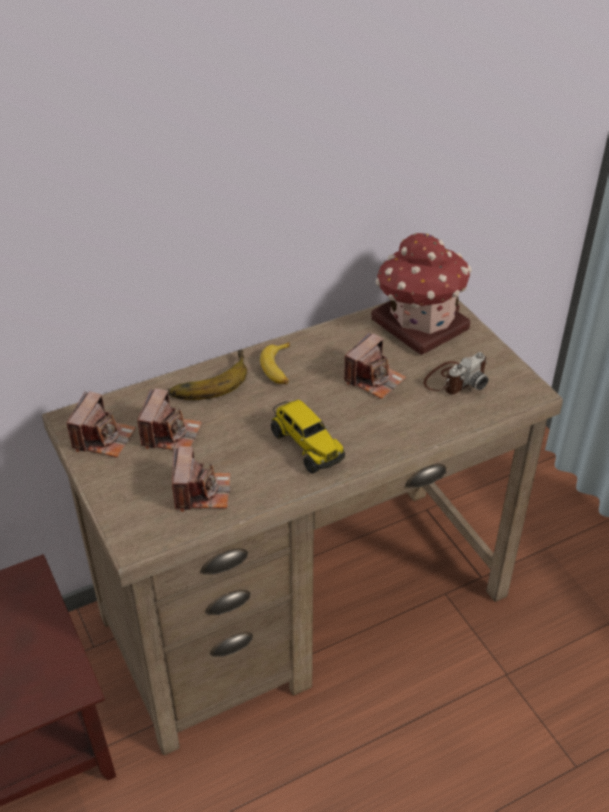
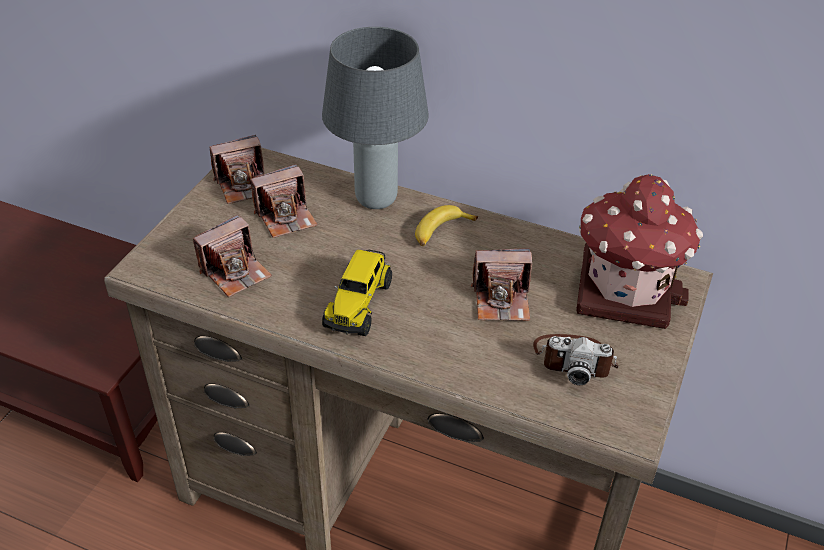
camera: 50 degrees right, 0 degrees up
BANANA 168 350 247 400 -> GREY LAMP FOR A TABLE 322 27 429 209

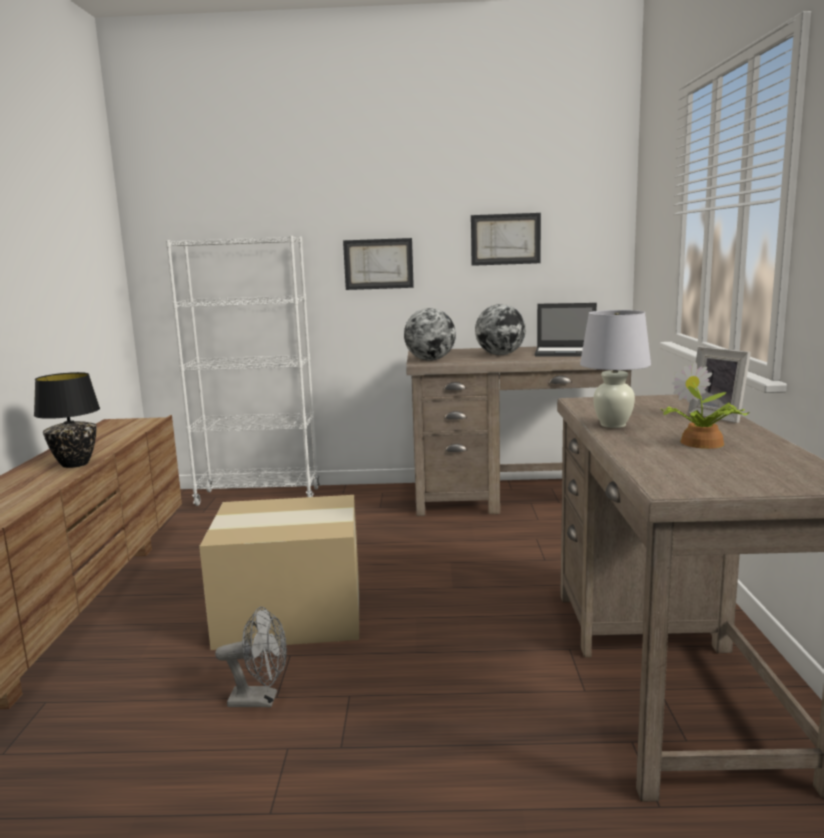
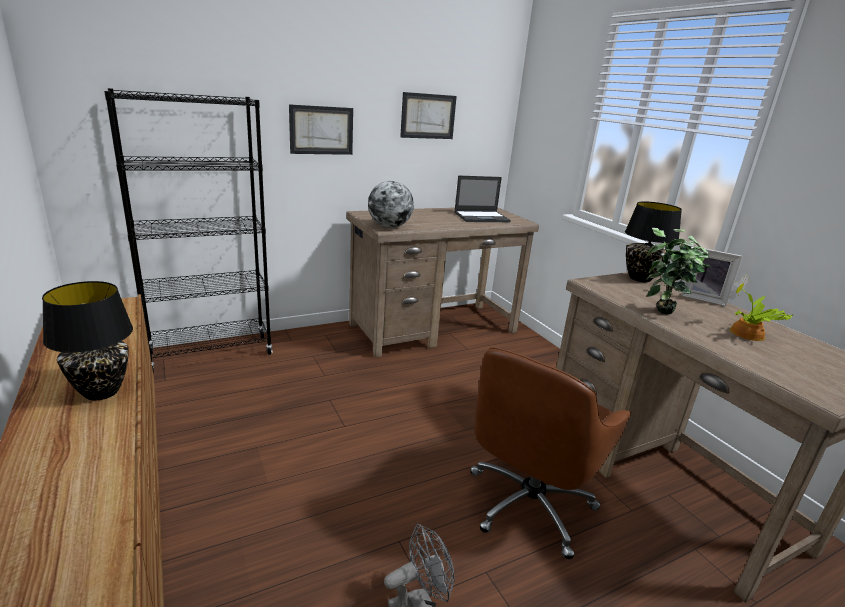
camera: 30 degrees left, 10 degrees up
PACKING BOX 199 495 359 650 -> none
DESK GLOBE 475 304 526 355 -> none
none -> BROWNISH DESK CHAIR 471 347 632 559
none -> BLACKISH LAMP FOR A TABLE 625 201 682 282
WHITE LAMP FOR A TABLE 580 310 651 428 -> PLANT IN A POT 646 228 711 315
WHITE BOOKSHELF 166 236 320 506 -> BLACKISH BOOKSHELF 104 88 273 373

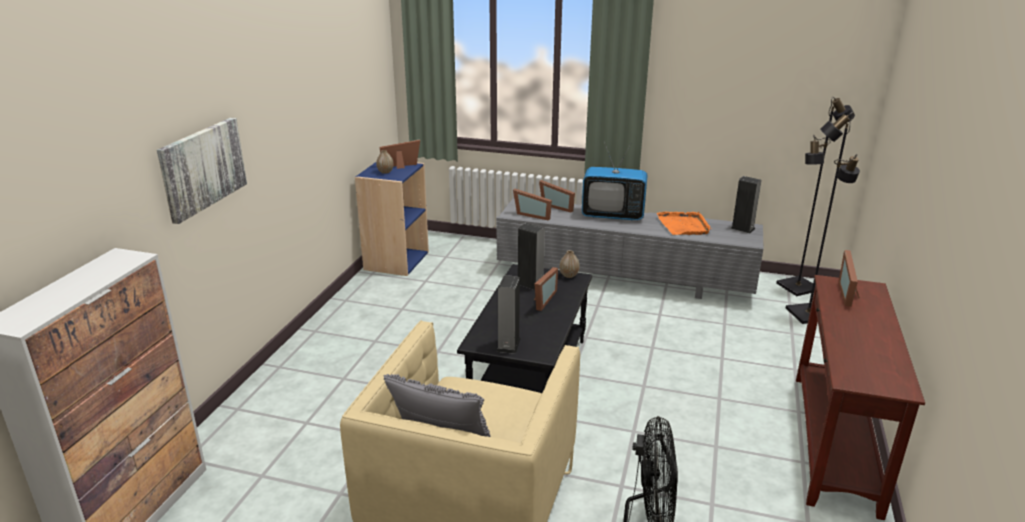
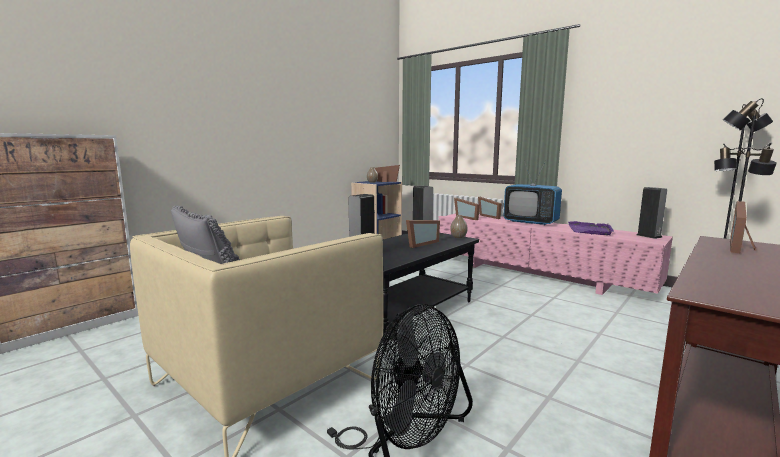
camera: 25 degrees right, 15 degrees down
WALL ART 157 117 247 224 -> none
GREY TV STAND 496 197 763 299 -> PINKISH TV STAND 438 213 673 295
ORANGE SERVING TRAY 657 212 712 235 -> PURPLISH SERVING TRAY 568 221 614 235

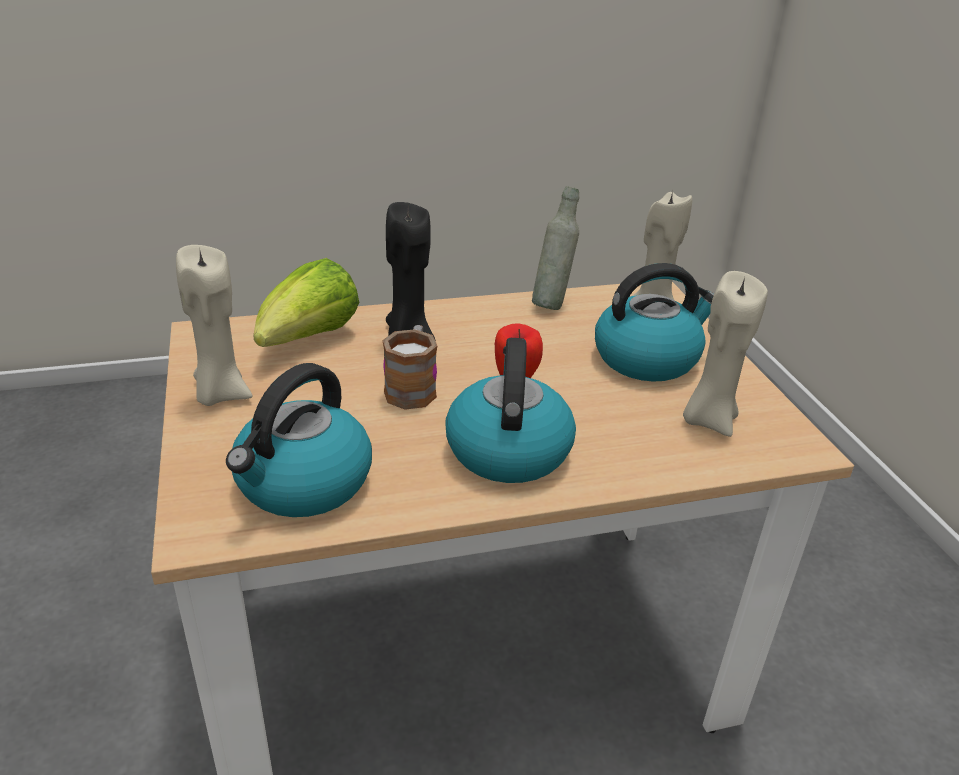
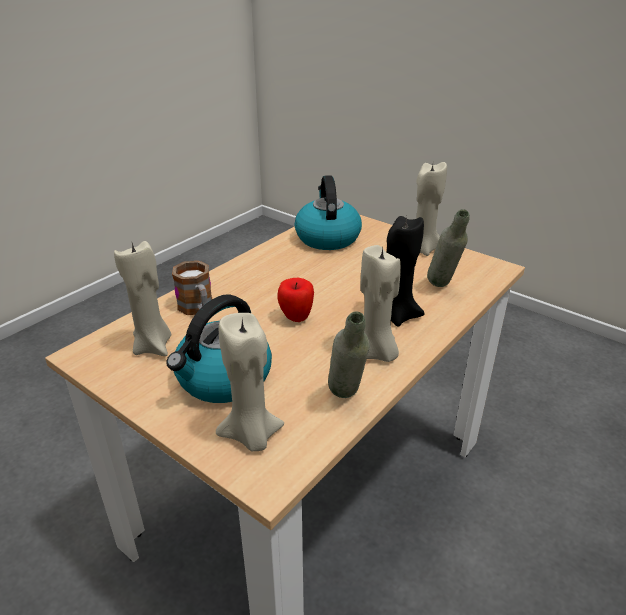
camera: 145 degrees right, 0 degrees up
WATER KETTLE 445 338 576 483 -> none
none -> BEIGE WAX CANDLE 360 245 401 362
TEA MUG 383 325 437 410 -> TEA MUG 172 261 212 315, relocated
HEAD OF LETTUCE 253 258 360 347 -> GREY DRINK BOTTLE 427 209 470 287

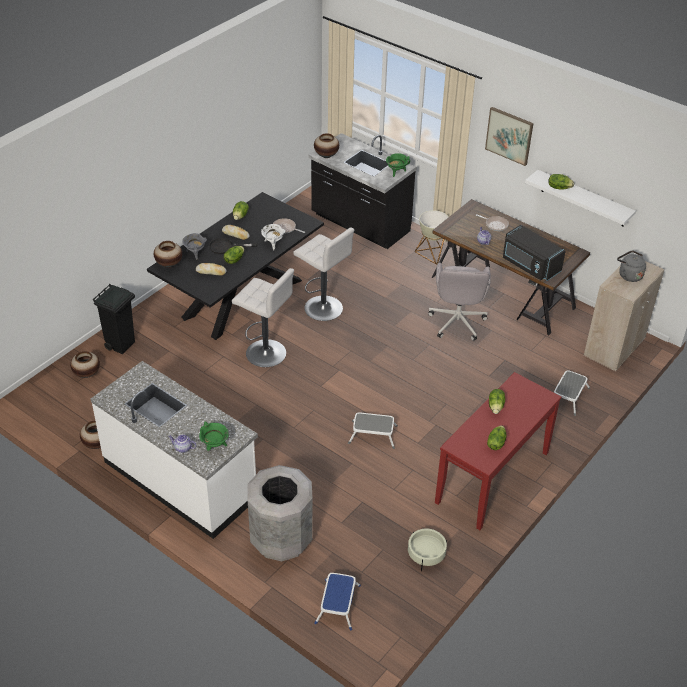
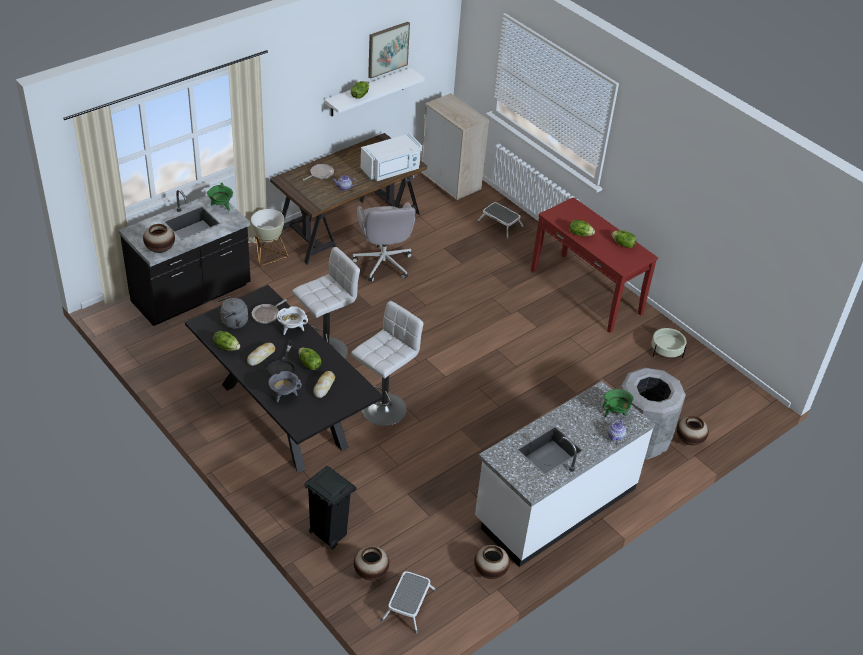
camera: 80 degrees left, 0 degrees up
BLUE STEP STOOL 315 573 361 630 -> none
VASE 154 241 182 268 -> VASE 677 416 709 445, relocated
GREY STEP STOOL 348 412 398 449 -> GREY STEP STOOL 380 571 436 634, relocated
WALL ART 485 107 533 166 -> WALL ART 368 22 410 79, relocated
GREY WATER KETTLE 617 250 646 282 -> GREY WATER KETTLE 216 296 248 329, relocated
BLACKISH KITCHEN MICROWAVE 503 224 566 281 -> WHITE KITCHEN MICROWAVE 361 133 421 181
GREY DESK CHAIR 428 262 491 341 -> GREY DESK CHAIR 353 202 416 282, 60 degrees clockwise

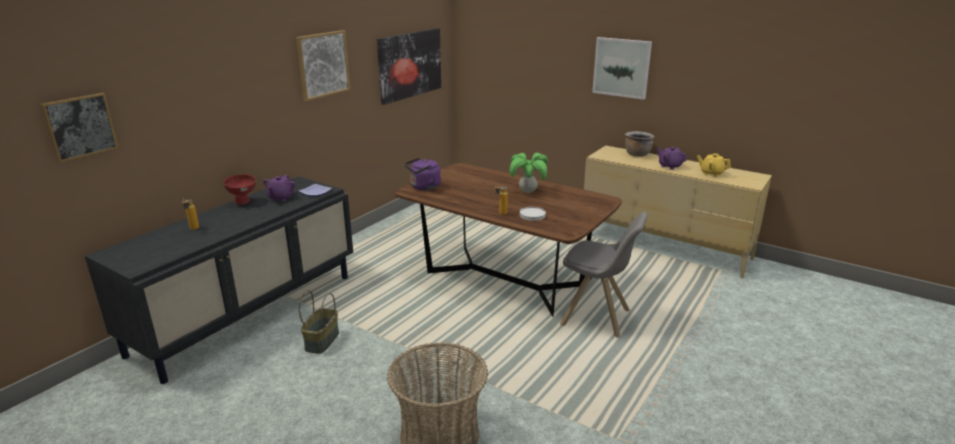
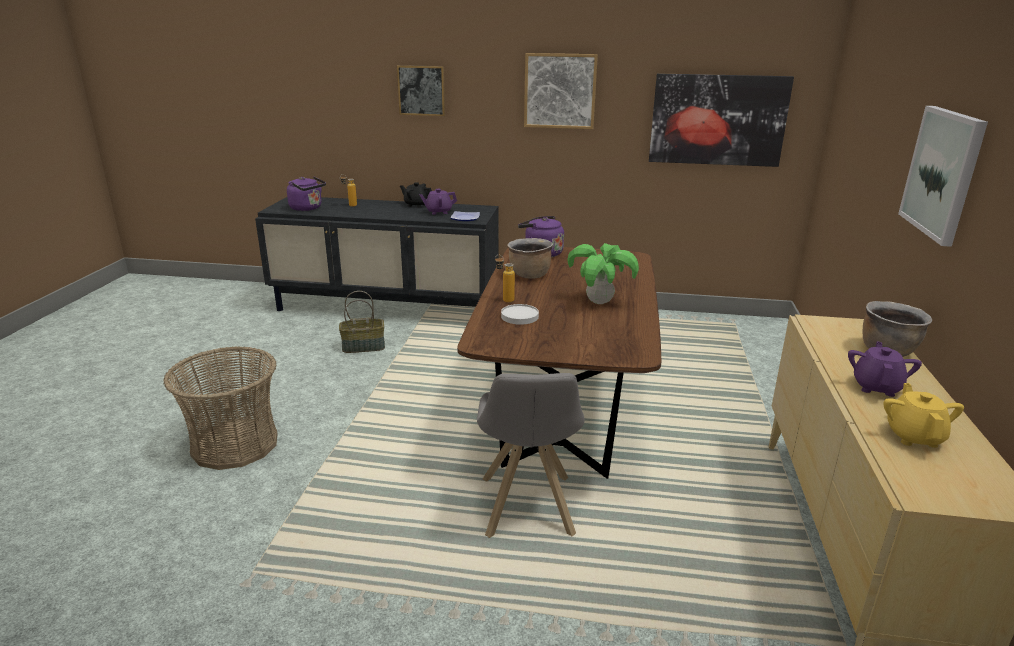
camera: 65 degrees right, 0 degrees up
none -> PURPLISH WATER KETTLE 287 176 326 211
none -> BROWNISH STOCKPOT 507 238 553 279
WALL ART 41 93 119 163 -> WALL ART 397 65 445 116, relocated
RED-COLOURED BOWL 223 173 256 205 -> BLACKISH TEA POT 400 182 432 208

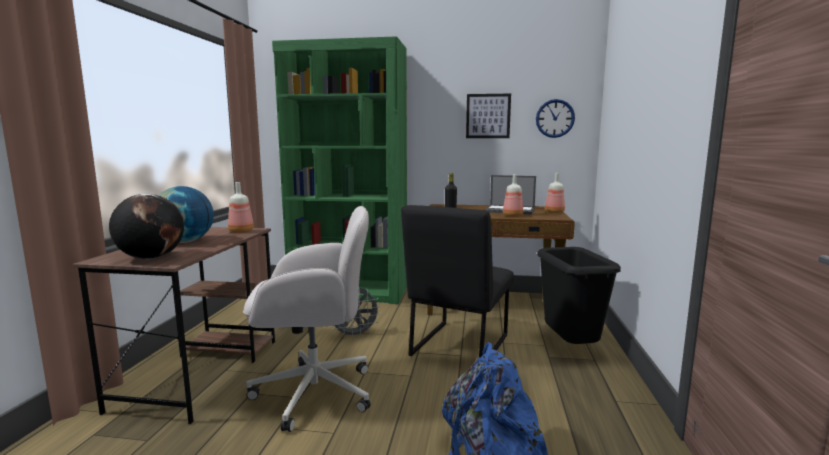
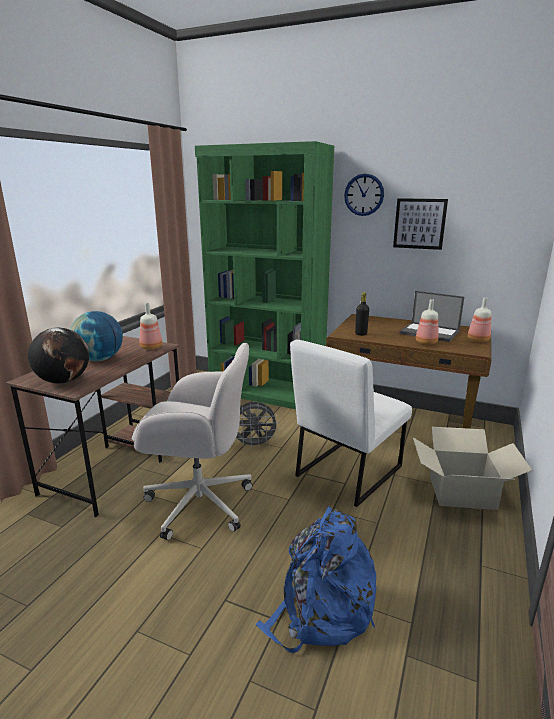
camera: 15 degrees right, 10 degrees up
CLOCK ON THE WALL 536 99 575 138 -> CLOCK ON THE WALL 344 174 384 216, relocated
BLACKISH WASTE BIN 537 247 621 344 -> PACKING BOX 413 427 533 510
BLACKISH CHAIR 401 205 514 358 -> WHITE CHAIR 290 340 412 507

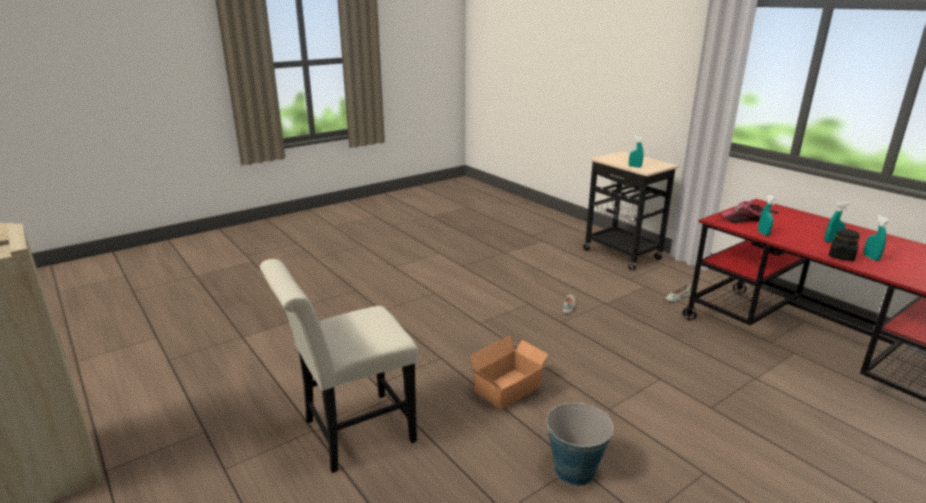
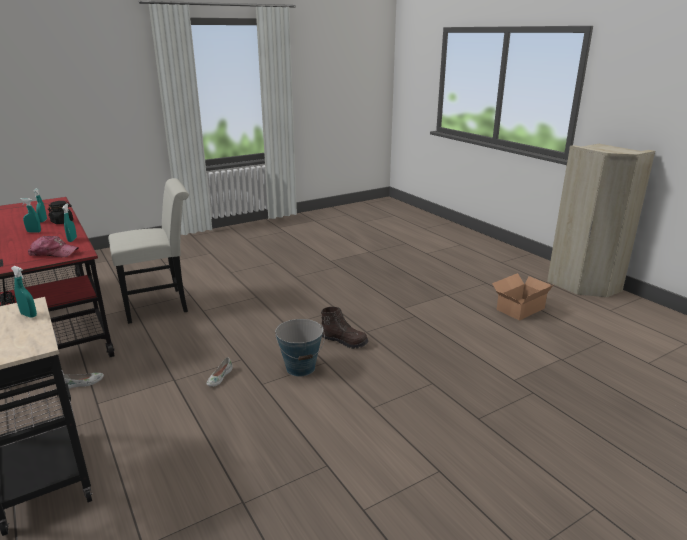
camera: 175 degrees left, 0 degrees up
none -> BROWNISH HIGH-TOP BOOT 321 307 368 349
WHITE CHAIR 260 259 418 473 -> WHITE CHAIR 108 178 189 324, relocated
PACKING BOX 470 335 552 410 -> PACKING BOX 492 273 553 321, relocated
WATER BUCKET 543 402 613 486 -> WATER BUCKET 275 319 325 376, relocated

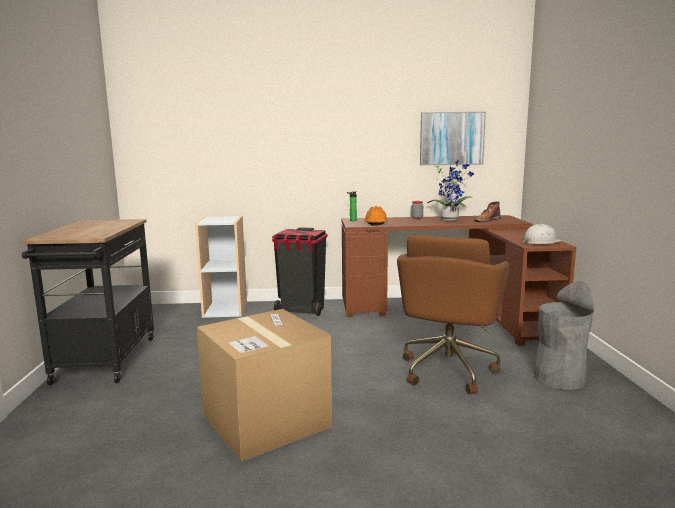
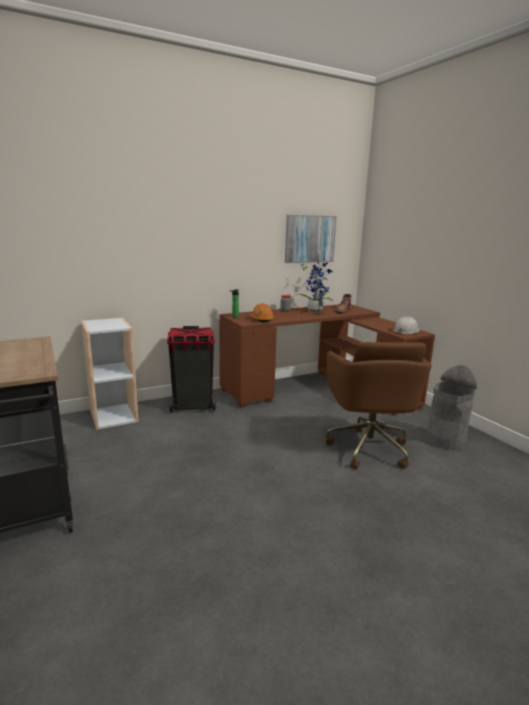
camera: 25 degrees left, 5 degrees up
PACKING BOX 197 309 332 461 -> none

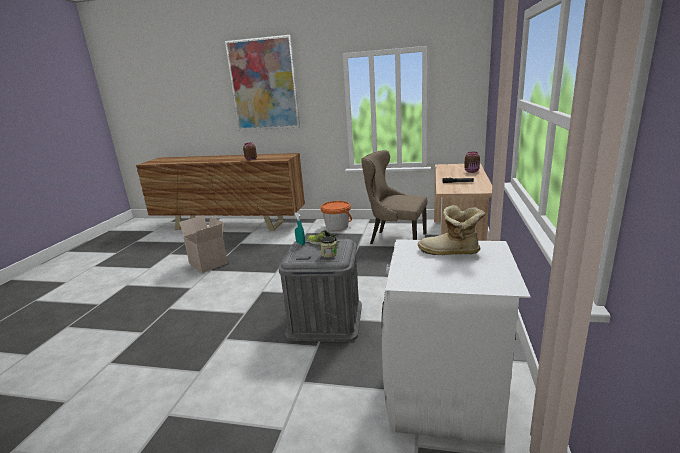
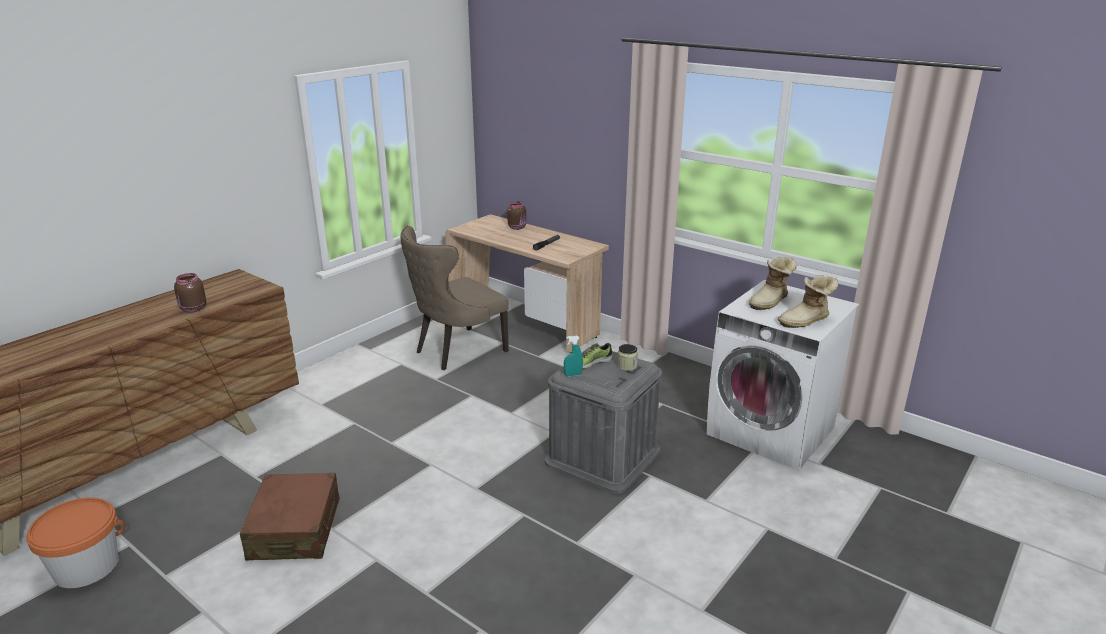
camera: 65 degrees left, 5 degrees up
WALL ART 225 35 300 130 -> none
none -> HIGH-TOP BOOT 778 275 838 328
ORANGE WATER BUCKET 321 201 352 231 -> ORANGE WATER BUCKET 26 497 125 588, relocated
PACKING BOX 173 215 228 273 -> BROWNISH TRAVEL CASE 240 473 340 561

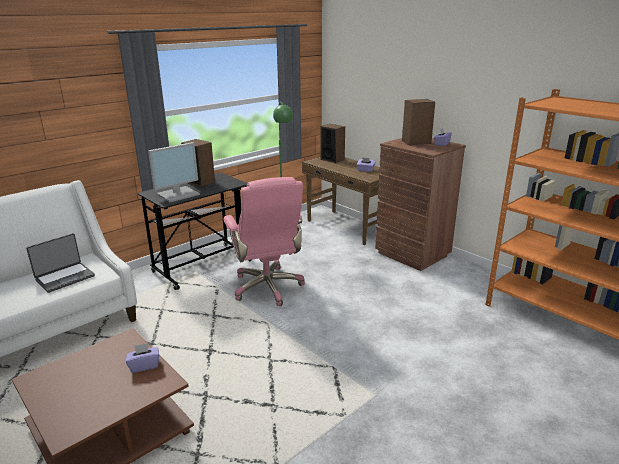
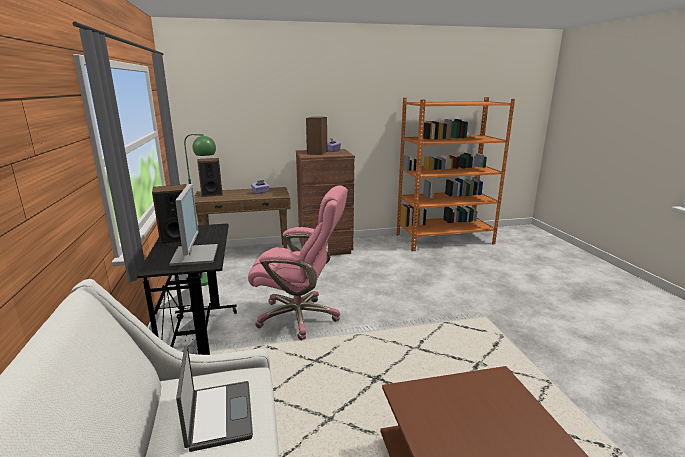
camera: 60 degrees left, 5 degrees down
PURPLISH BOX OF TISSUES 126 343 159 373 -> none

